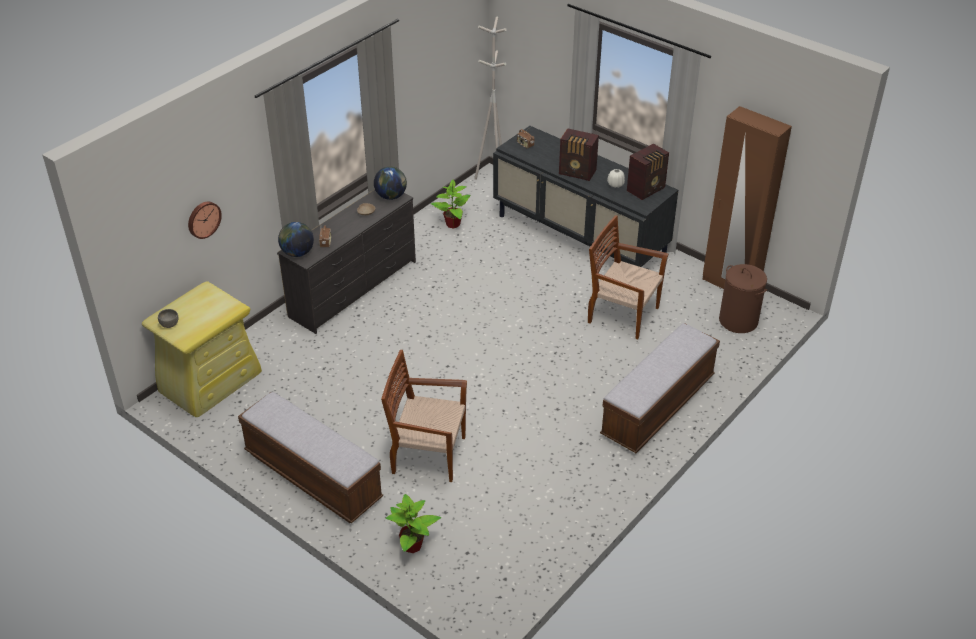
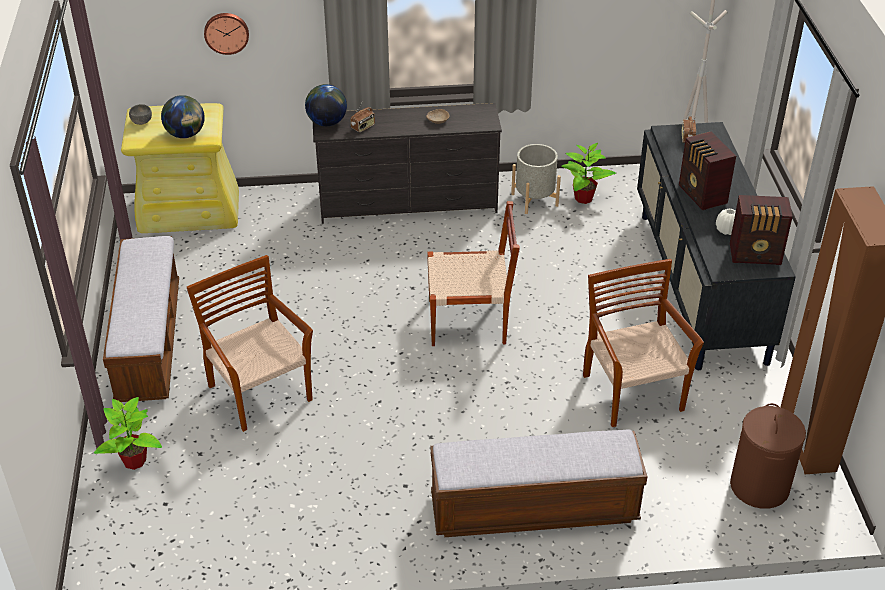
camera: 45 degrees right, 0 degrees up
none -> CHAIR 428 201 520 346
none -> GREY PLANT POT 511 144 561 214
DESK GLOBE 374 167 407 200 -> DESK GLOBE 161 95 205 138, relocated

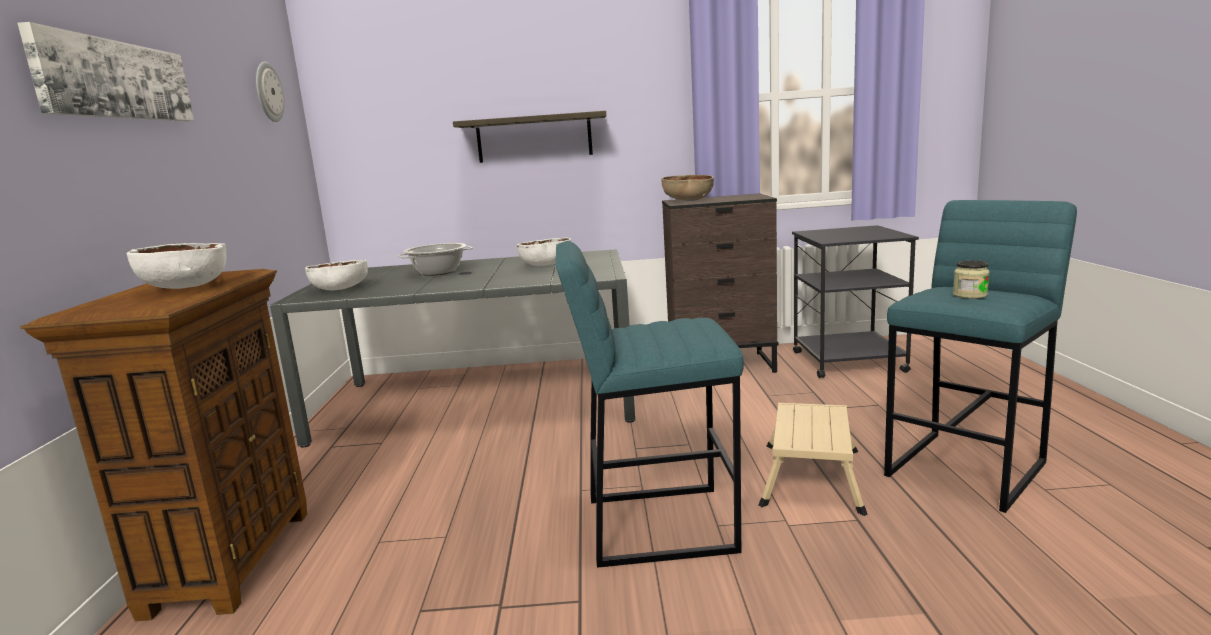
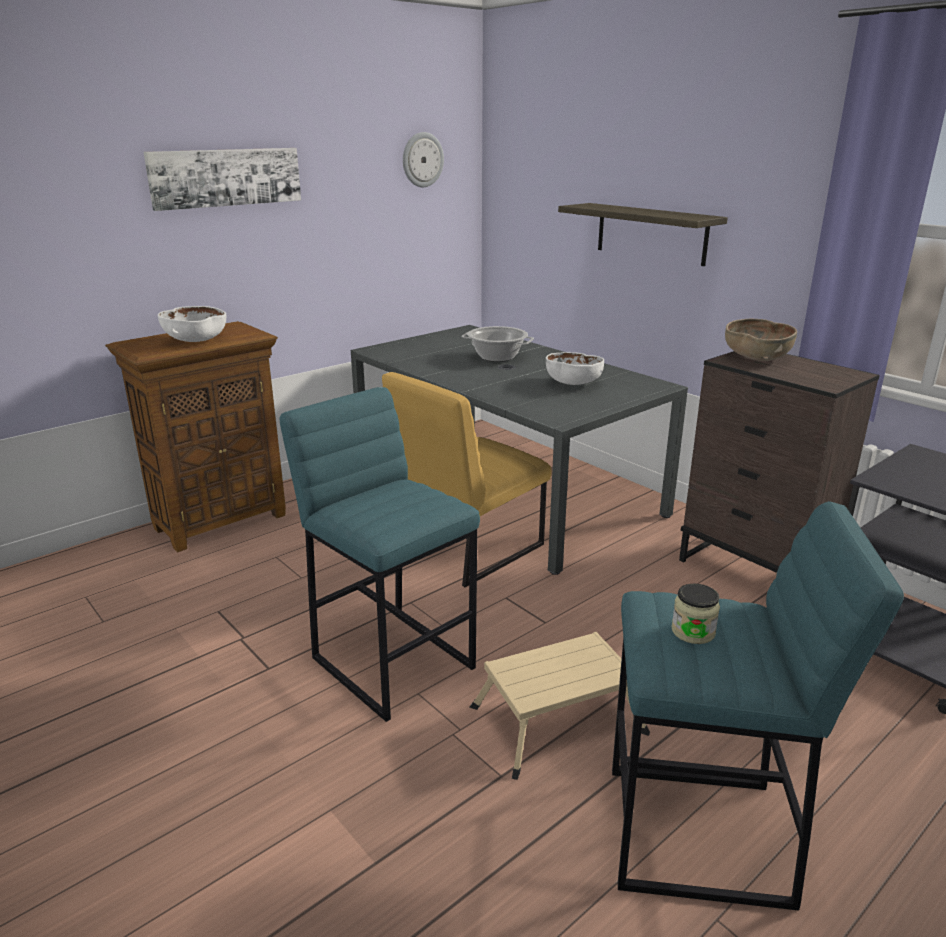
camera: 50 degrees right, 10 degrees up
WHITE BOWL 305 260 368 290 -> none
none -> YELLOWISH CHAIR 382 372 552 587

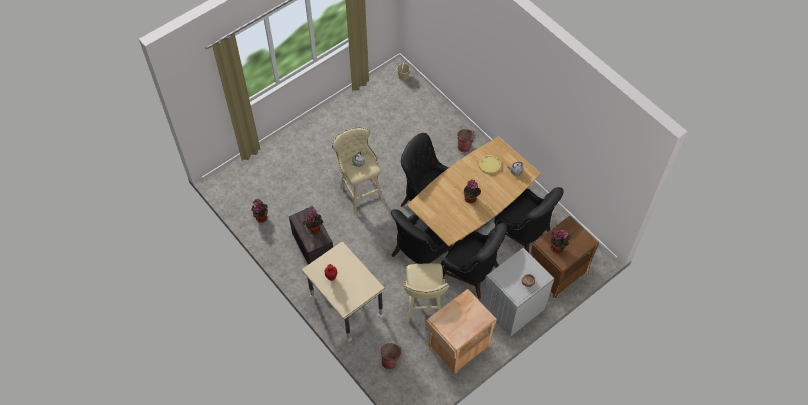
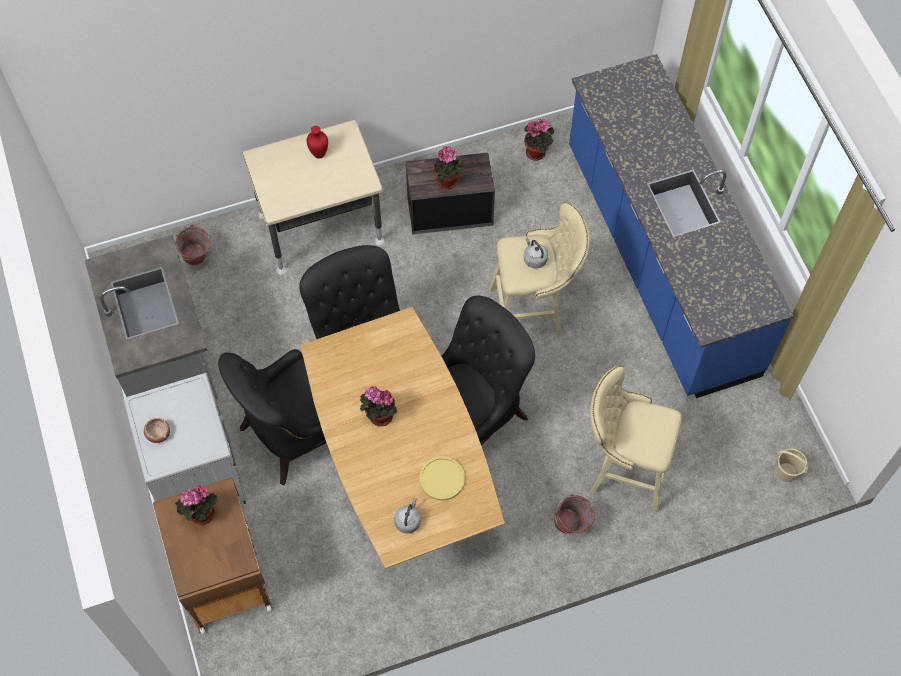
camera: 110 degrees right, 5 degrees up
BLACKISH CHAIR 495 187 564 253 -> none
none -> BLUE COUNTER 569 54 794 398
BEIGE STOOL SEAT 404 263 449 322 -> BEIGE STOOL SEAT 590 366 682 513, relocated
BROWNISH TROLLEY 426 289 497 376 -> GREY COUNTER 85 235 218 400

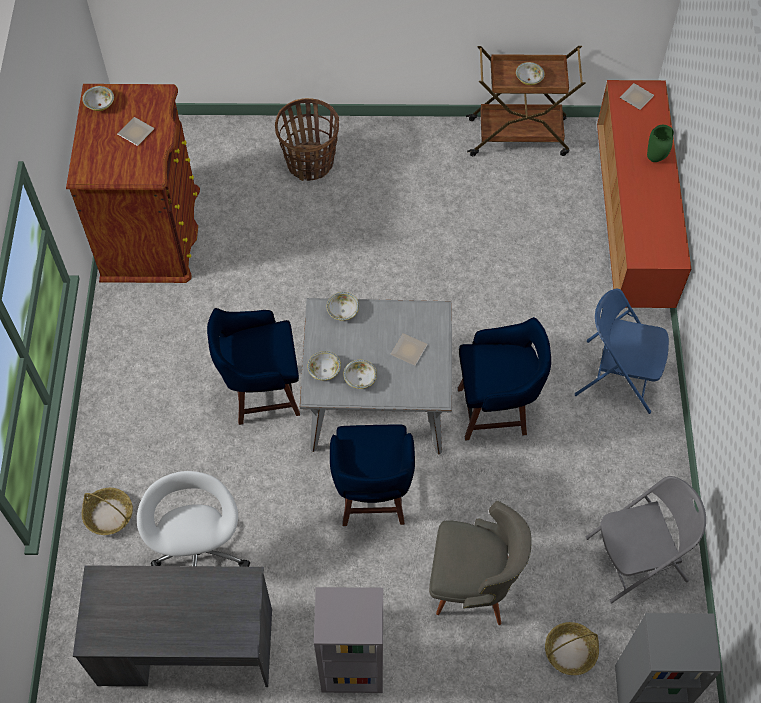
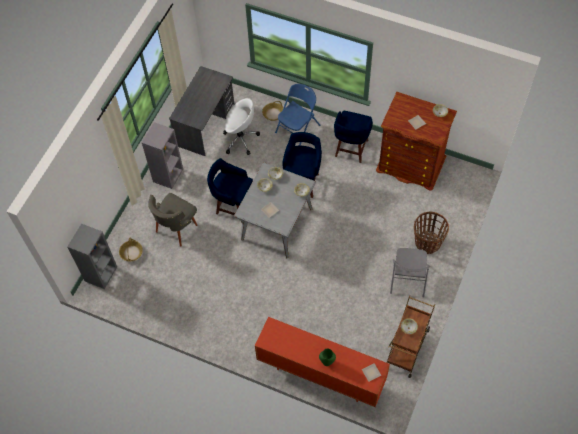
camera: 115 degrees right, 0 degrees up
BLUE STOOL SEAT 458 317 551 441 -> BLUE STOOL SEAT 334 111 373 163, relocated
BLUE CHAIR 575 289 669 414 -> BLUE CHAIR 275 84 320 146, relocated
GREY CHAIR 585 476 706 604 -> GREY CHAIR 390 248 431 297, relocated

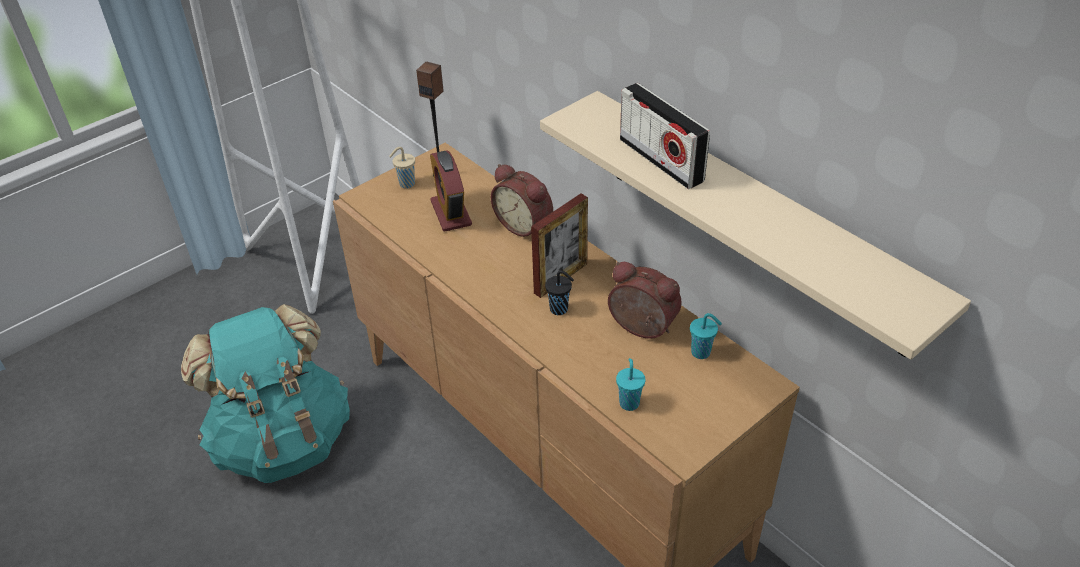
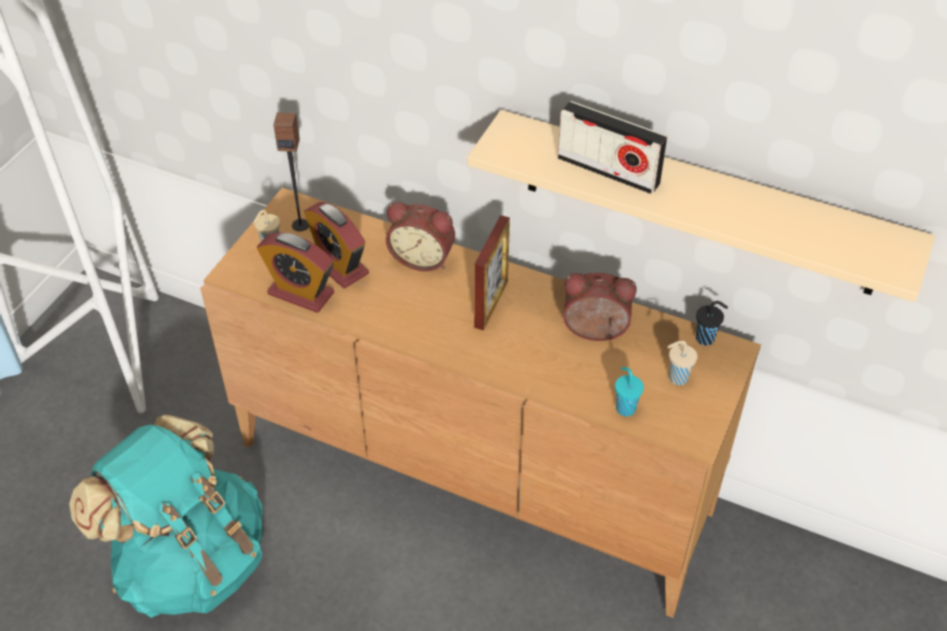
camera: 25 degrees left, 5 degrees up
TURQUOISE SMALL CUP 690 313 722 359 -> none
none -> TABLE CLOCK 257 232 334 313
none -> BEIGE SMALL CUP 667 340 697 385
BLACKISH SMALL CUP 545 270 574 315 -> BLACKISH SMALL CUP 696 301 728 346, relocated

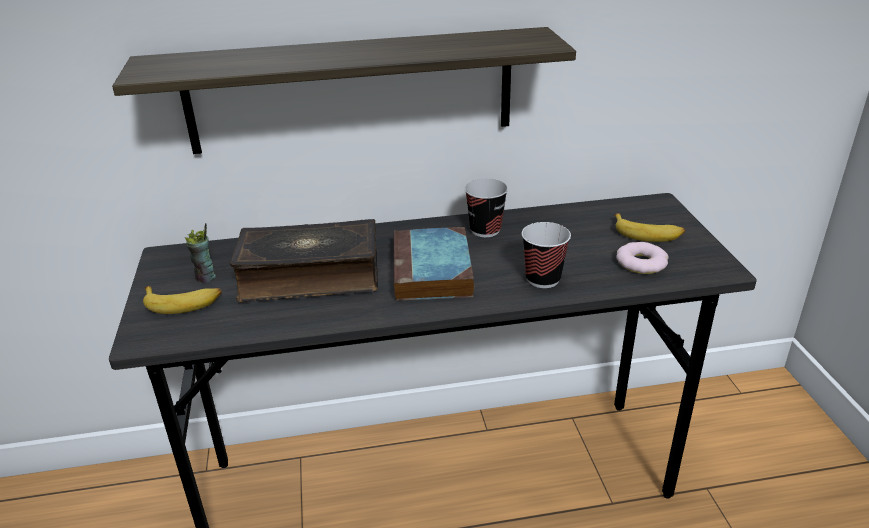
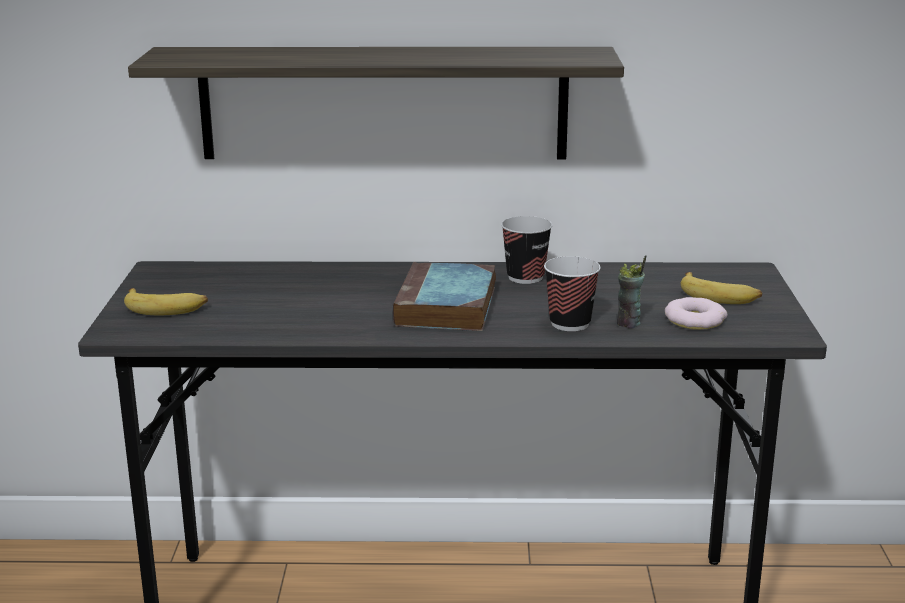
camera: 10 degrees right, 10 degrees down
BOOK 230 219 378 302 -> none
SMALL CUP 185 223 216 283 -> SMALL CUP 617 255 646 328, relocated

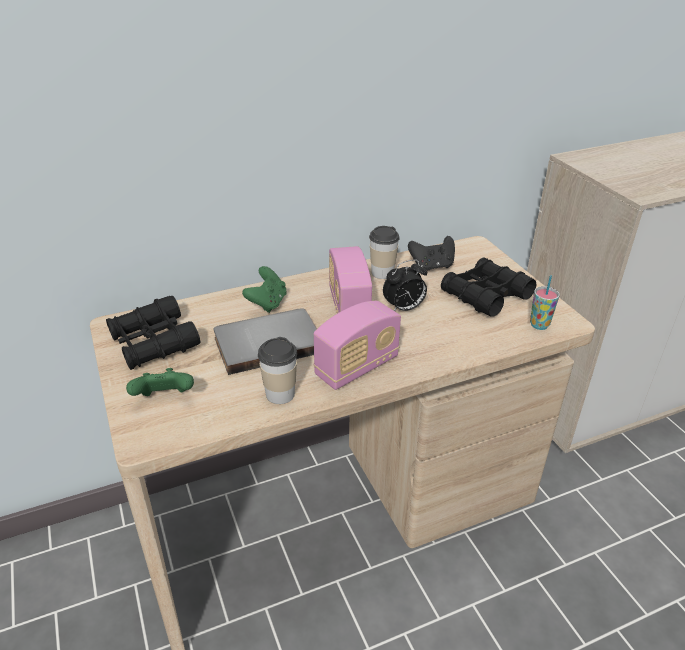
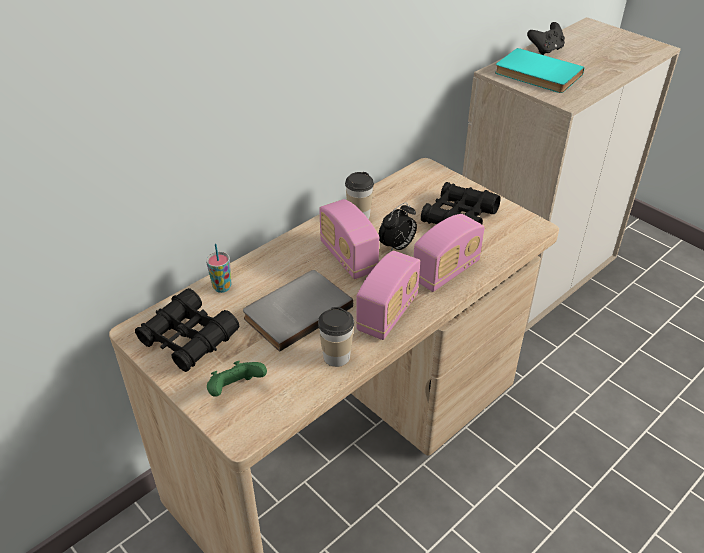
camera: 20 degrees left, 5 degrees up
GREEN-COLOURED GAMEPAD 242 266 287 313 -> none
none -> RADIO 414 214 485 292
none -> TURQUOISE BOOK 495 48 585 93
BLACKISH GAMEPAD 408 236 455 270 -> BLACKISH GAMEPAD 527 22 565 55, relocated
SMALL CUP 530 275 560 330 -> SMALL CUP 206 244 231 293, relocated

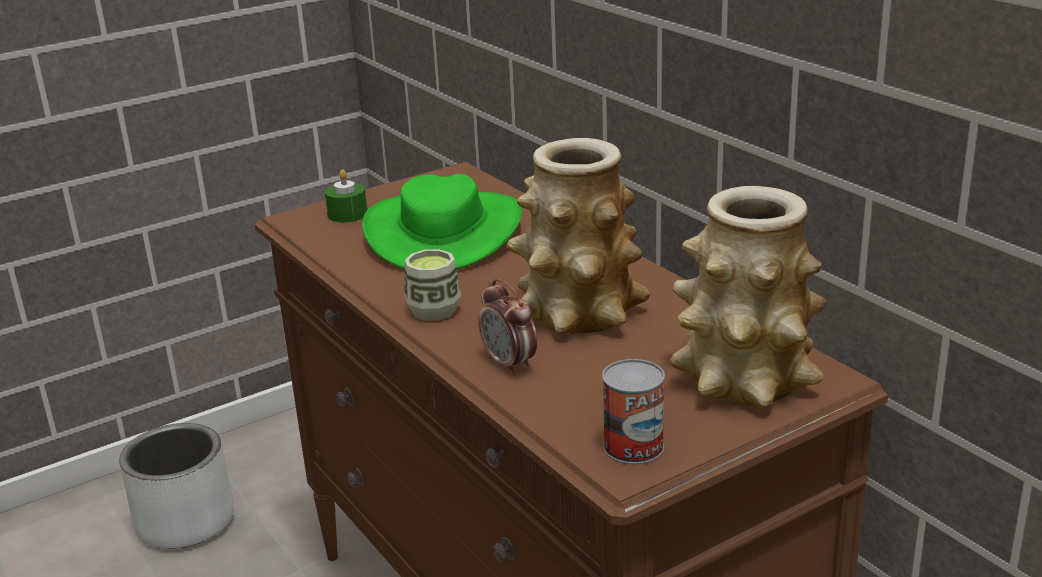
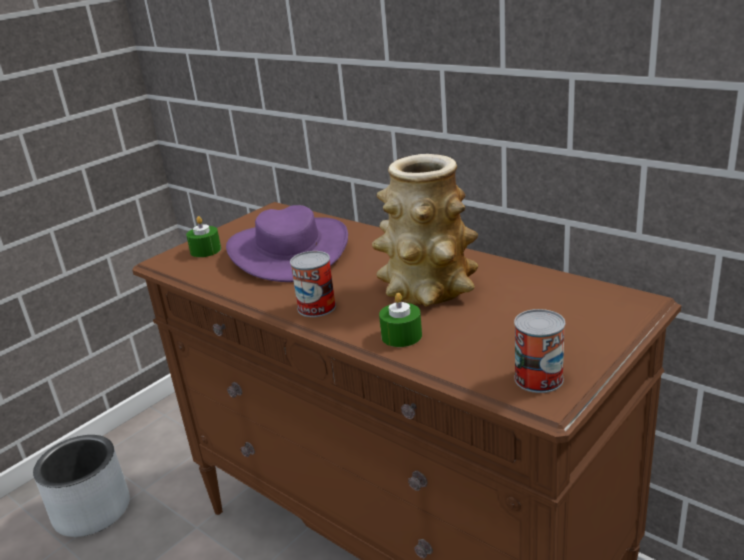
camera: 15 degrees left, 0 degrees up
VASE 670 186 826 409 -> none
SMALL CUP 404 249 461 321 -> CAN 290 251 336 317
TABLE CLOCK 479 278 537 376 -> GREEN-COLOURED WAX CANDLE 379 293 422 347
GREEN-COLOURED WEARABLE HAT 362 174 522 270 -> PURPLISH WEARABLE HAT 226 205 348 282

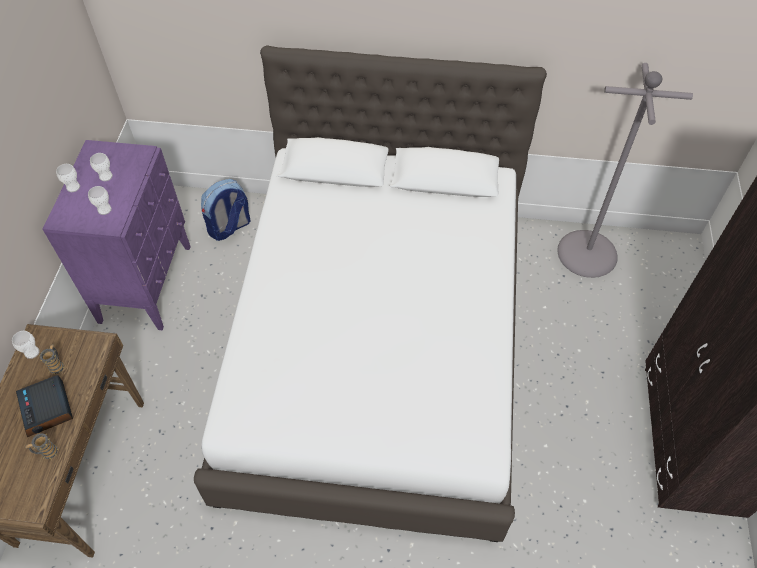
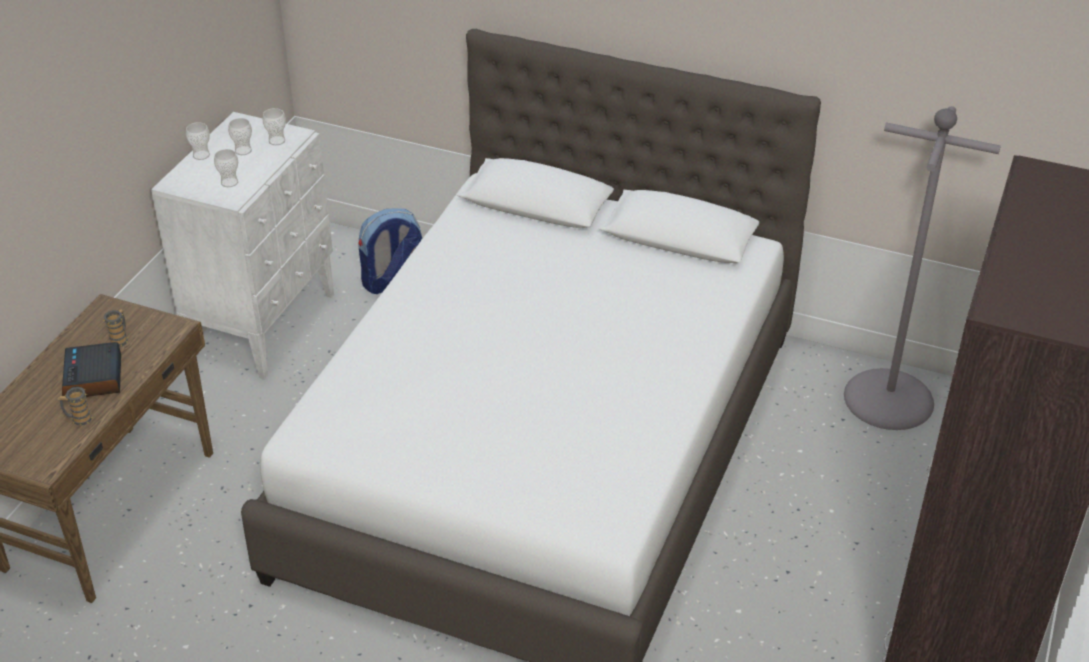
camera: 15 degrees right, 15 degrees down
SMALL CUP 12 331 40 359 -> SMALL CUP 263 108 286 145, relocated
PURPLISH DRESSER 43 140 191 330 -> WHITE DRESSER 151 112 334 380

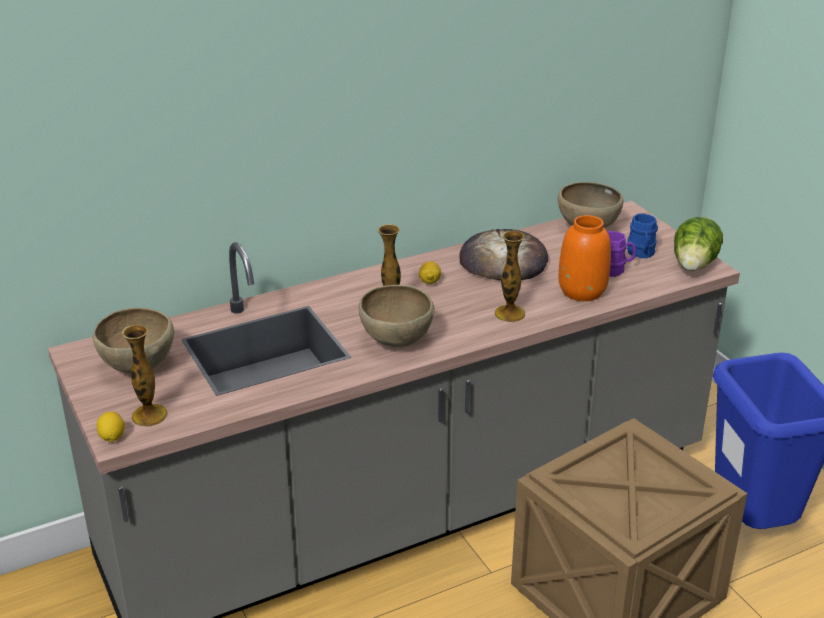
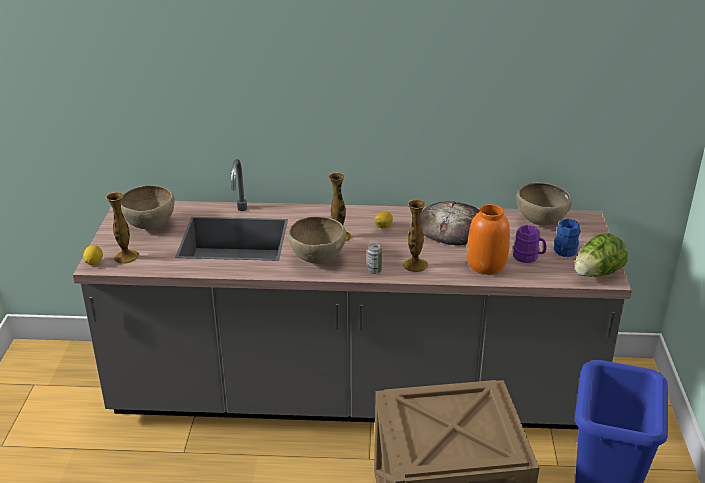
camera: 30 degrees right, 0 degrees up
none -> CAN 367 244 382 274

